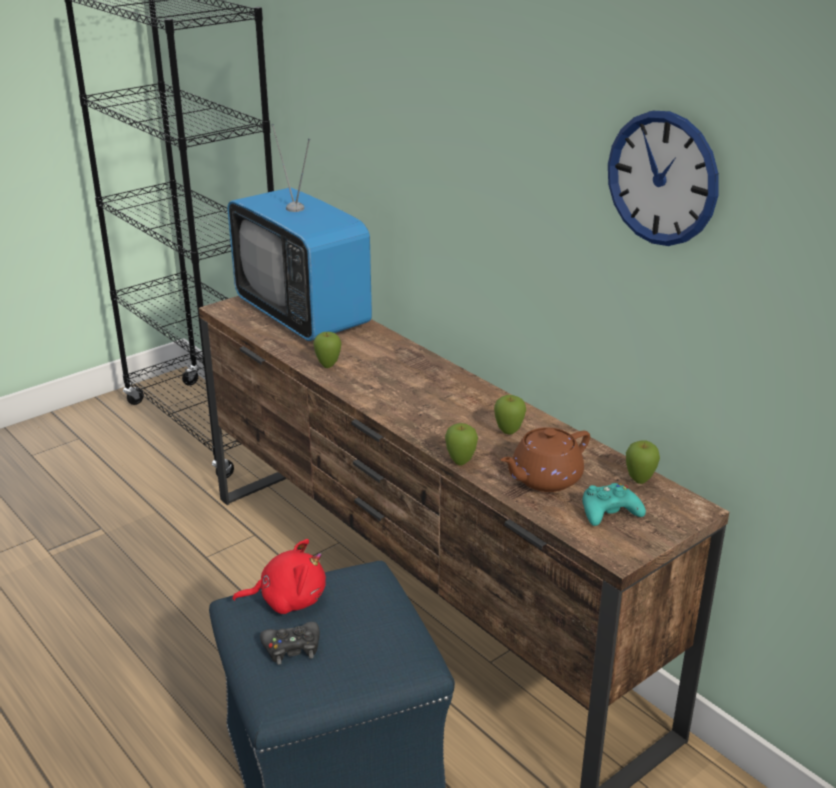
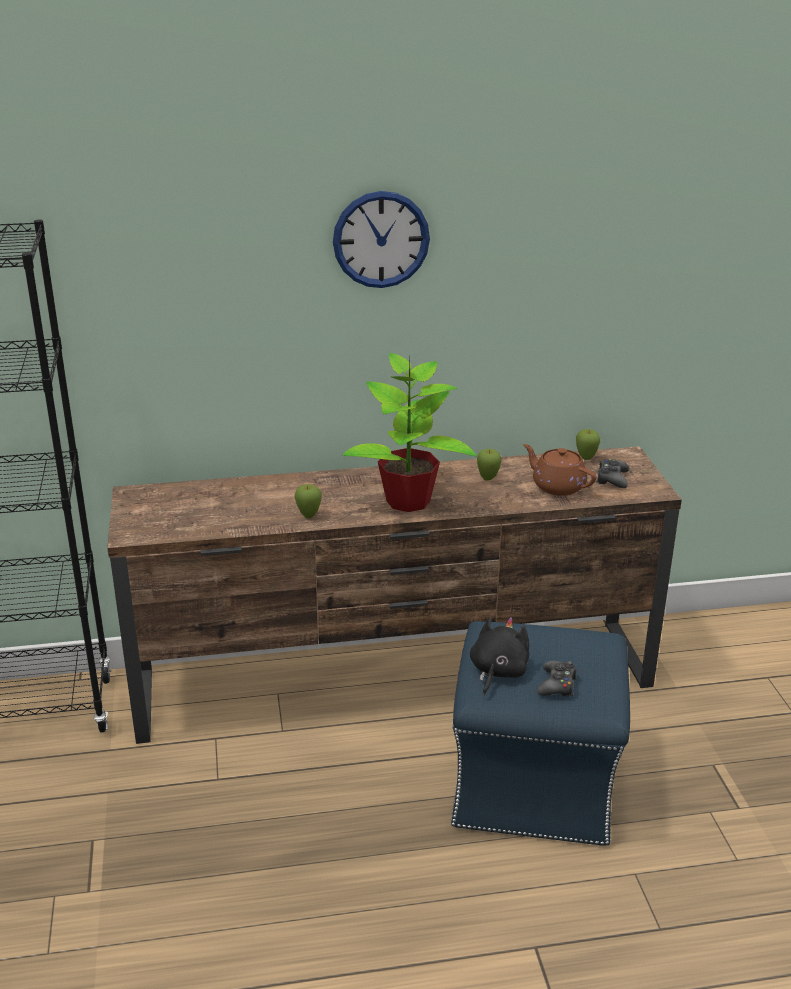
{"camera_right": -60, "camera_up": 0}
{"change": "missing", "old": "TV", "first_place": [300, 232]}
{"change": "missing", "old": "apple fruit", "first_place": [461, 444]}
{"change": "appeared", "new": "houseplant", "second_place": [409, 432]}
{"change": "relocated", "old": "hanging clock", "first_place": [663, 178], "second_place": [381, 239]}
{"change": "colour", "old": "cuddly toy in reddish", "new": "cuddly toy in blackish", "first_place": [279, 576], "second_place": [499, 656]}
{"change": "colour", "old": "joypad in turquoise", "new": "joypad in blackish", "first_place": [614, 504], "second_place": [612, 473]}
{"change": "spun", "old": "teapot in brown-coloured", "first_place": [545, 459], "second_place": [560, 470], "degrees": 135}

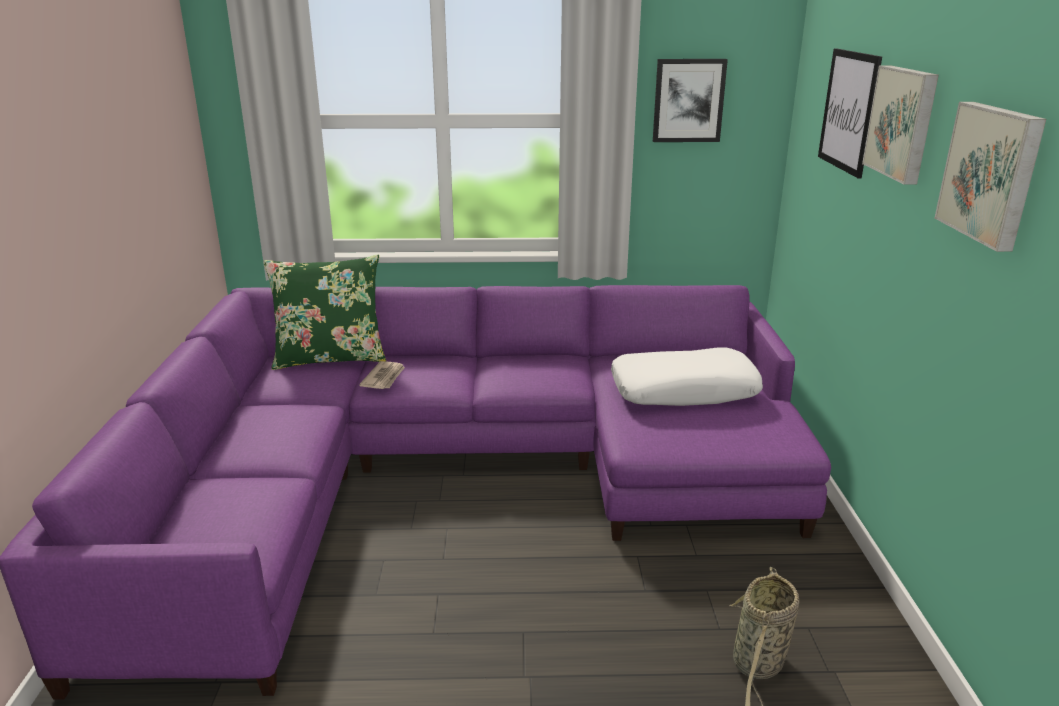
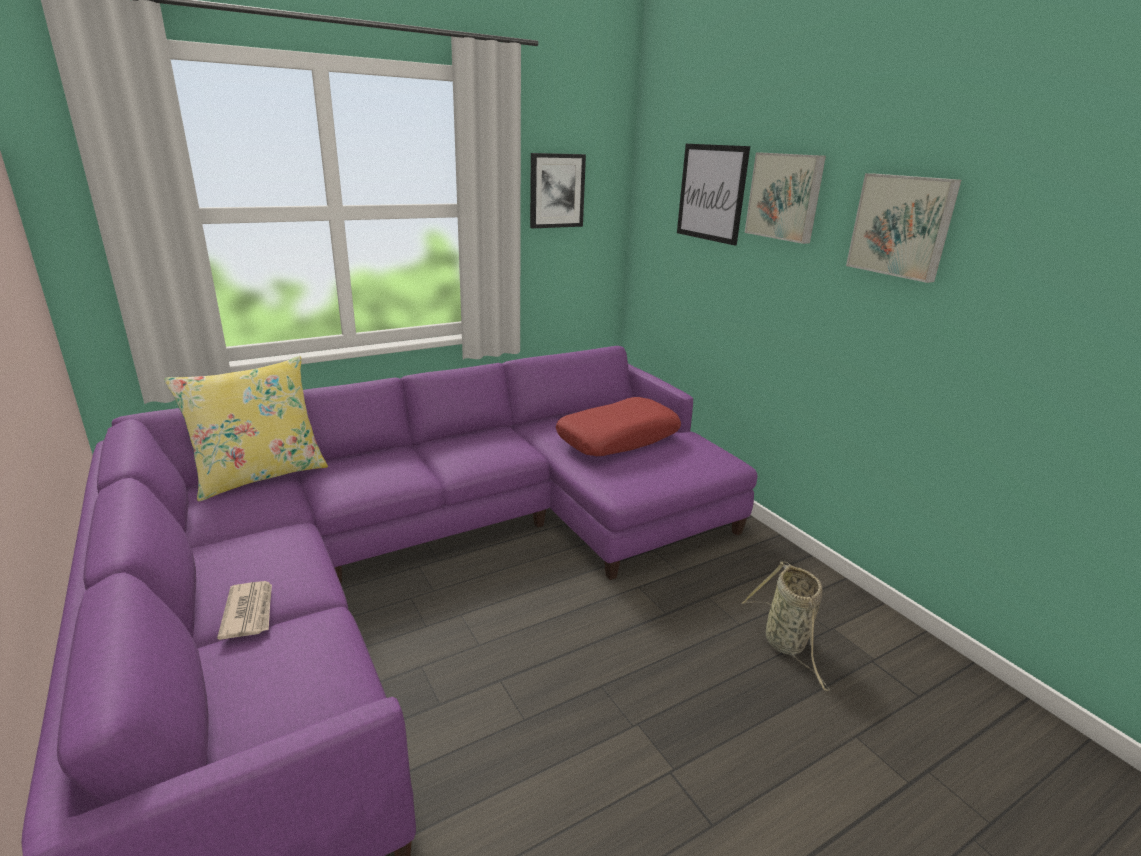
{"camera_right": -30, "camera_up": 0}
{"change": "relocated", "old": "printed paper", "first_place": [382, 375], "second_place": [244, 610]}
{"change": "colour", "old": "throw pillow in green-coloured", "new": "throw pillow in yellow-coloured", "first_place": [324, 312], "second_place": [246, 429]}
{"change": "colour", "old": "throw pillow in white", "new": "throw pillow in reddish", "first_place": [687, 376], "second_place": [618, 426]}

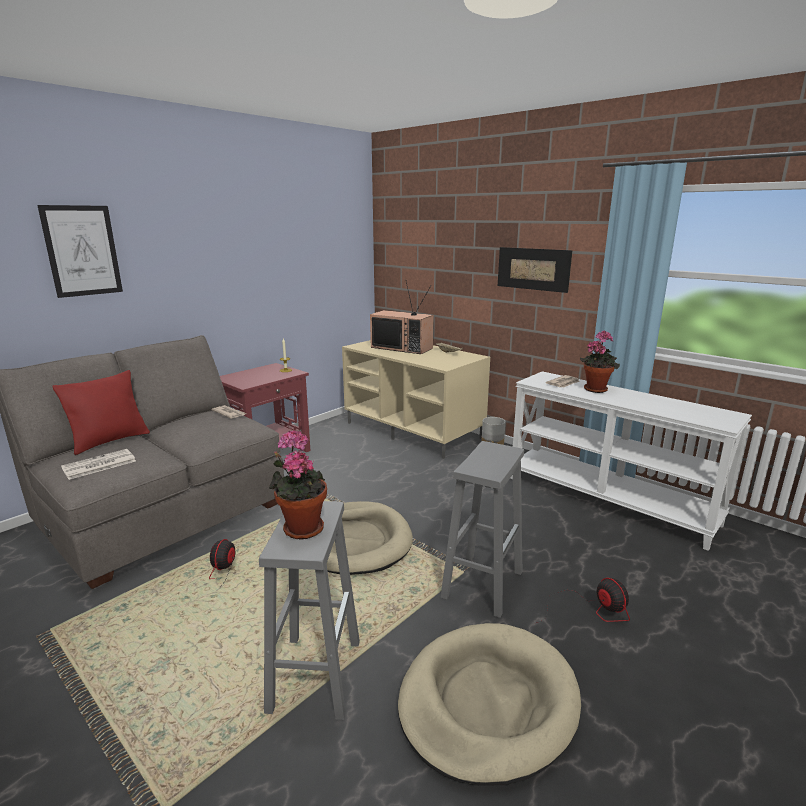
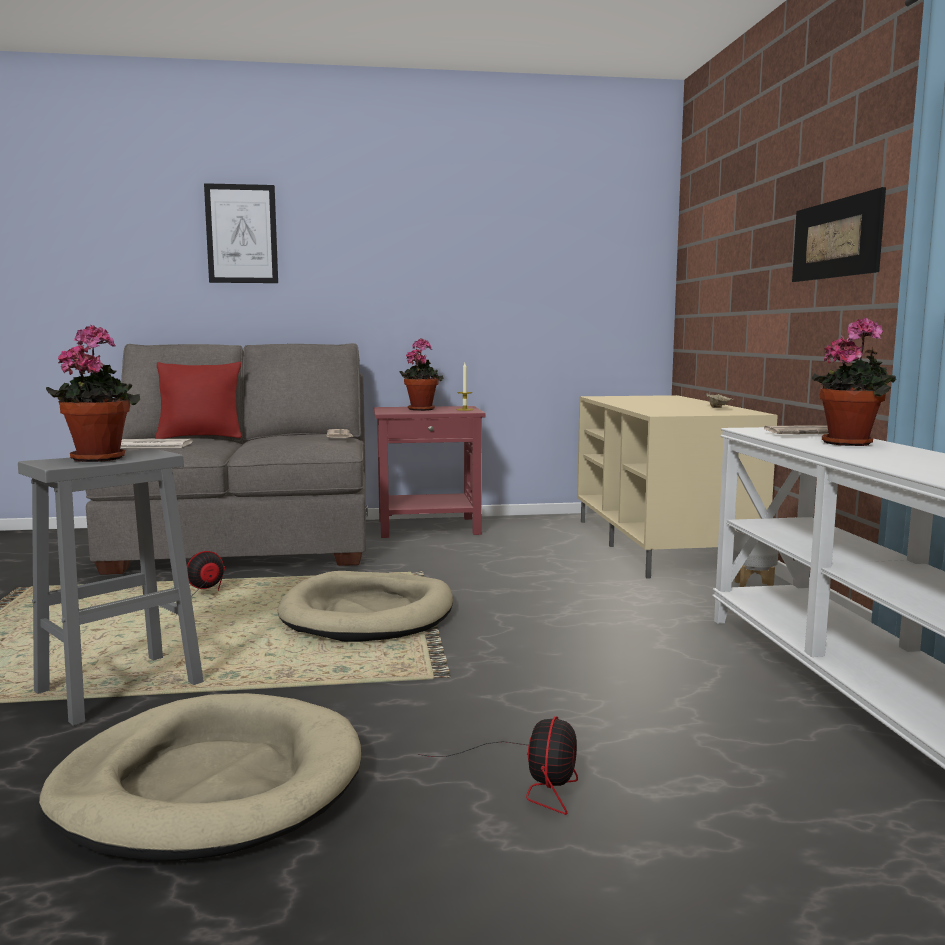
{"camera_right": 40, "camera_up": -10}
{"change": "missing", "old": "TV", "first_place": [402, 318]}
{"change": "missing", "old": "sitting stool in greyish", "first_place": [482, 529]}
{"change": "appeared", "new": "houseplant", "second_place": [421, 374]}

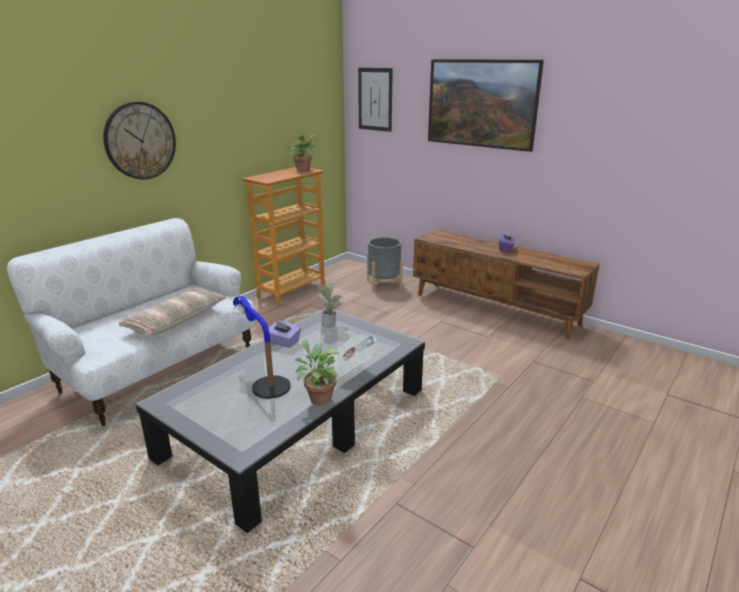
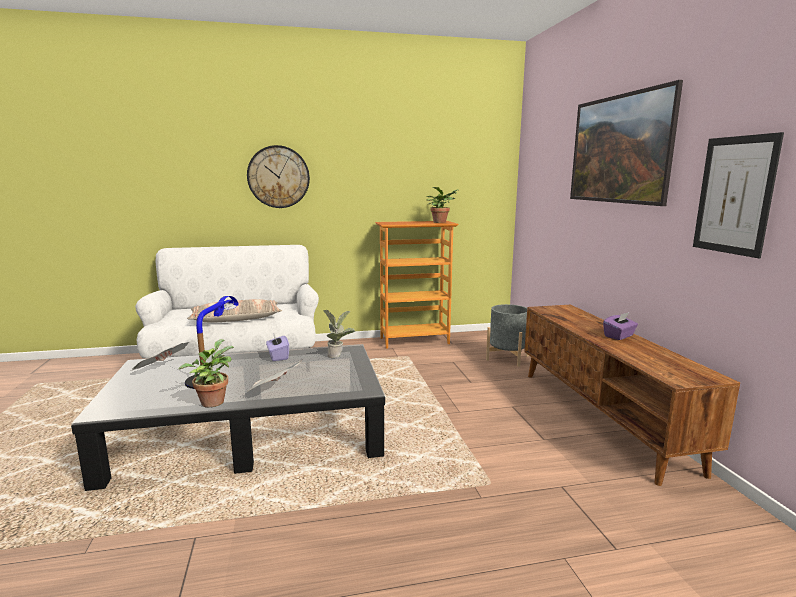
{"camera_right": 40, "camera_up": -10}
{"change": "appeared", "new": "printed paper", "second_place": [161, 356]}
{"change": "relocated", "old": "wall art", "first_place": [375, 100], "second_place": [738, 195]}

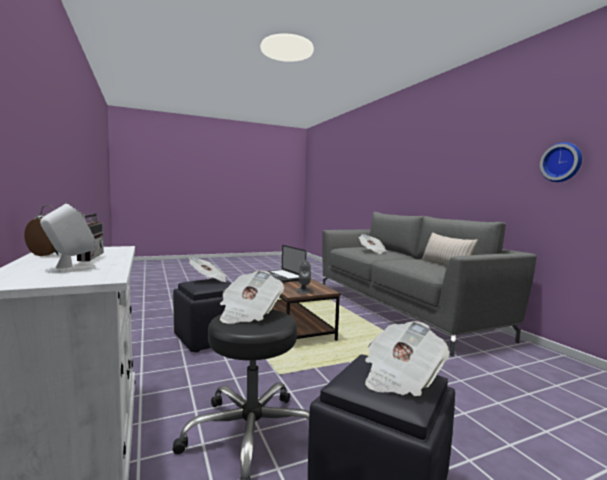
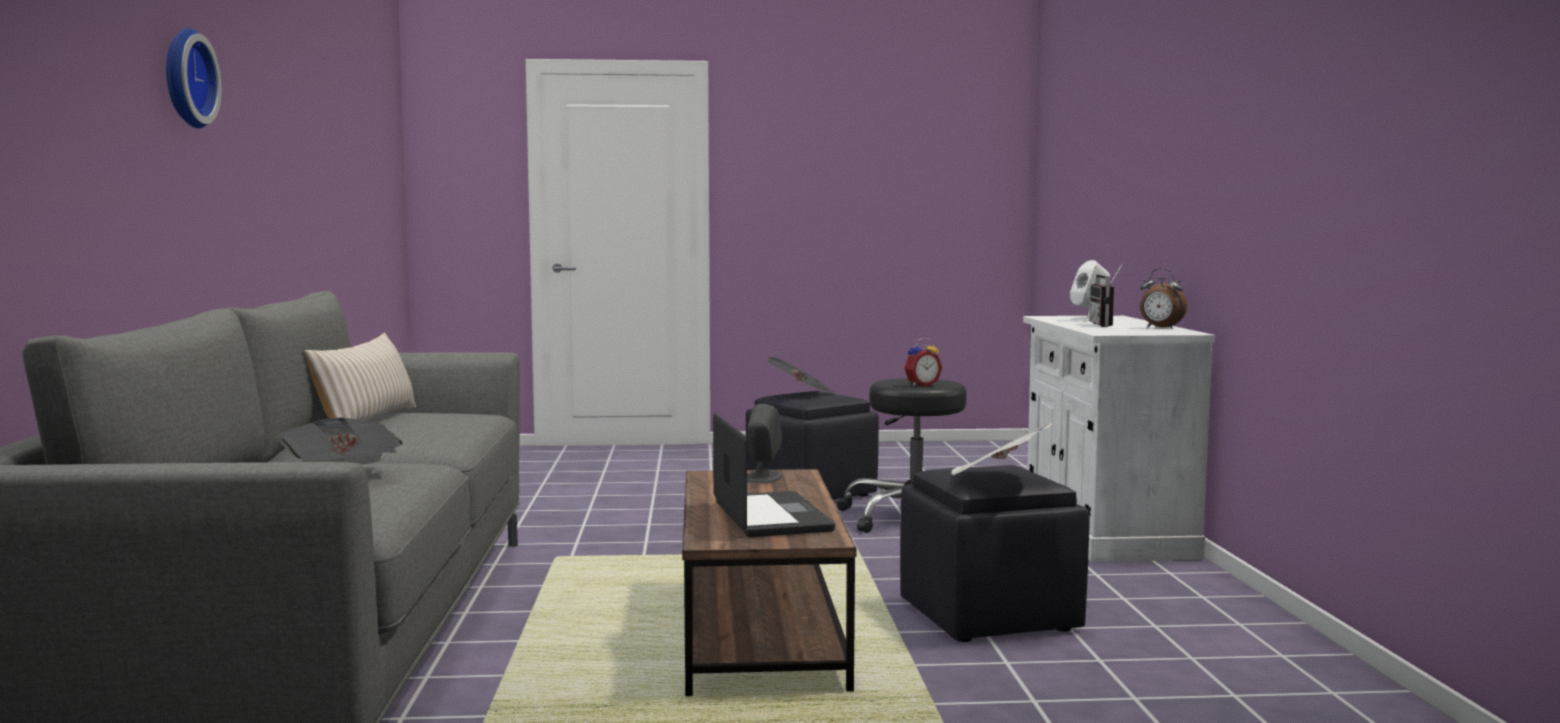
{"camera_right": -160, "camera_up": 0}
{"change": "relocated", "old": "hanging clock", "first_place": [561, 162], "second_place": [193, 79]}
{"change": "exchanged", "old": "printed paper", "new": "table clock", "first_place": [252, 297], "second_place": [923, 362]}

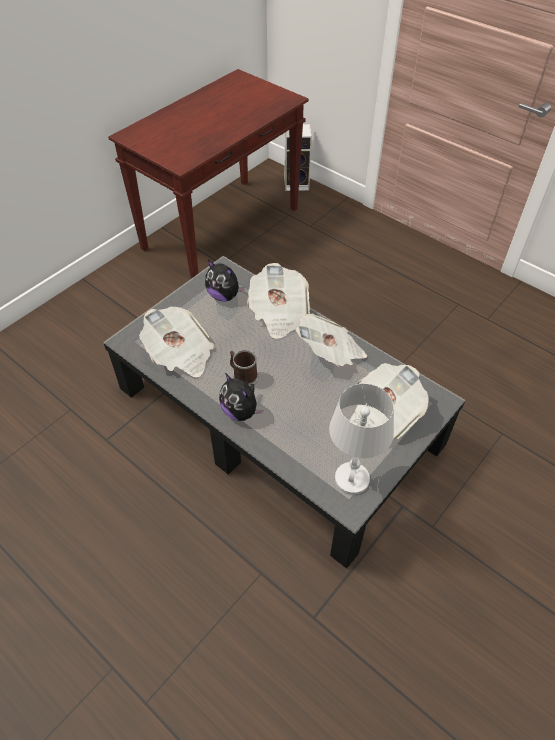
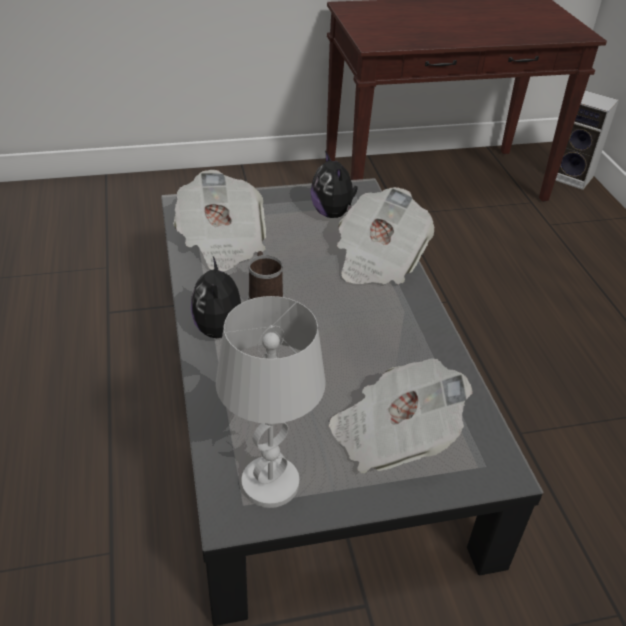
{"camera_right": 35, "camera_up": -10}
{"change": "missing", "old": "printed paper", "first_place": [331, 340]}

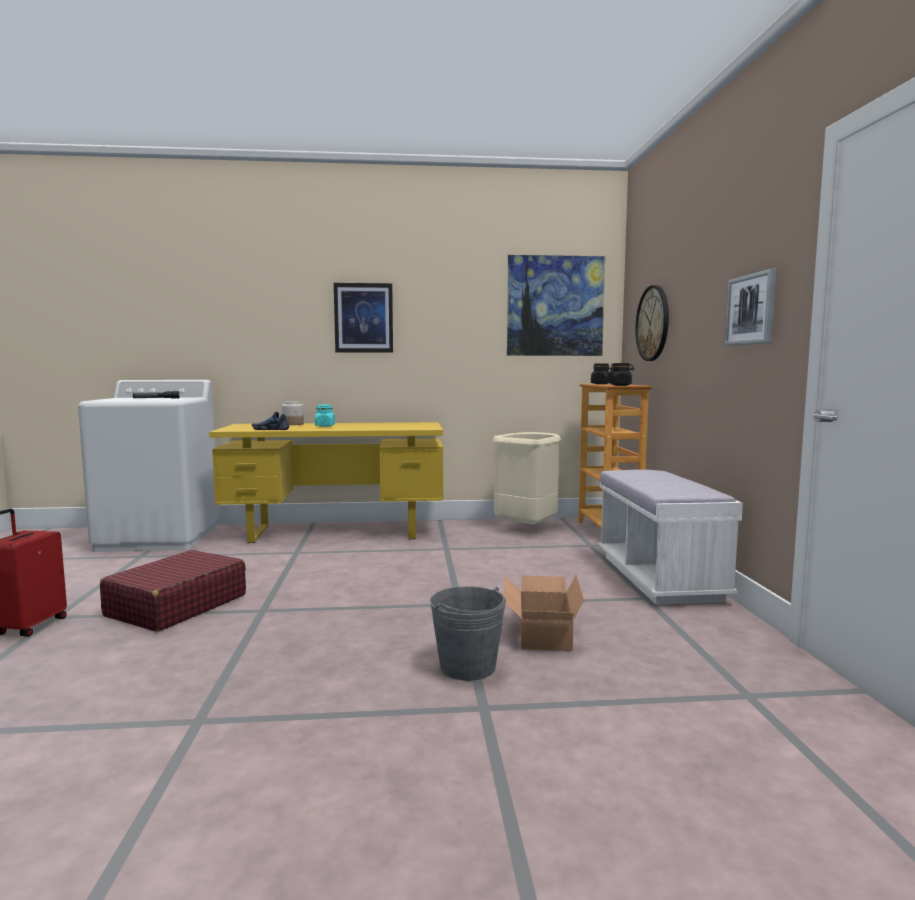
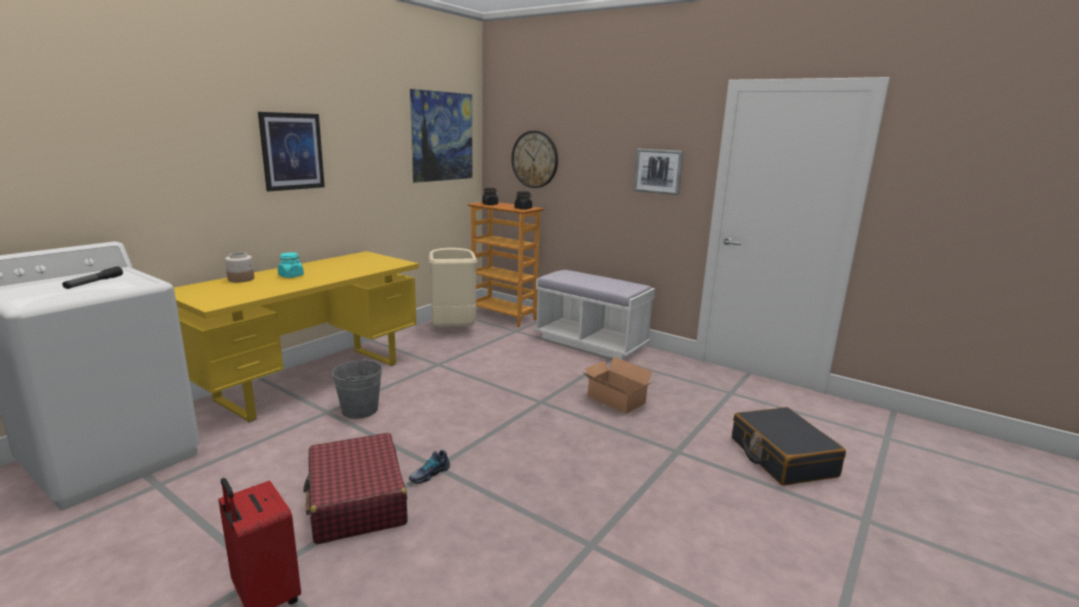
{"camera_right": -50, "camera_up": 10}
{"change": "appeared", "new": "suitcase in blackish", "second_place": [789, 446]}
{"change": "relocated", "old": "shoe", "first_place": [270, 421], "second_place": [429, 467]}
{"change": "relocated", "old": "bucket in greyish", "first_place": [468, 633], "second_place": [357, 388]}

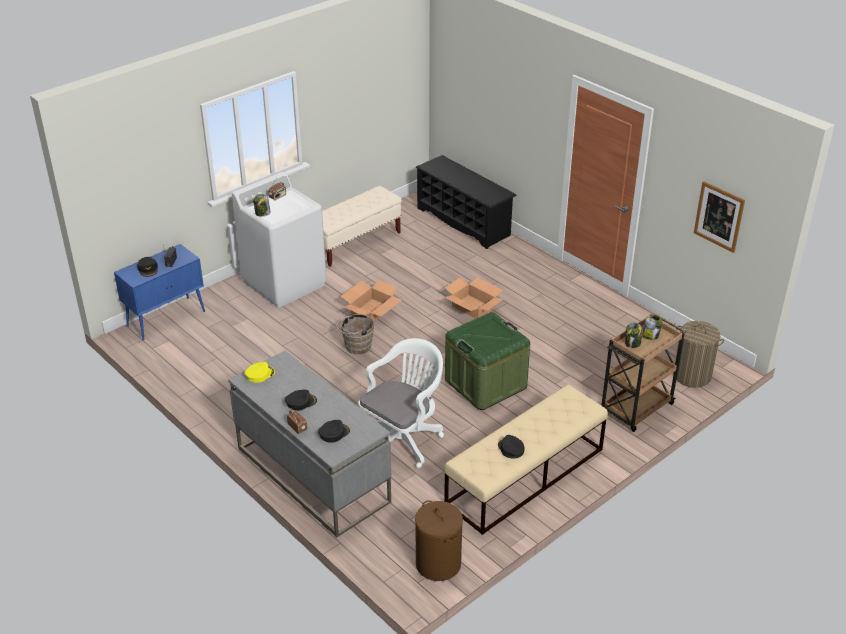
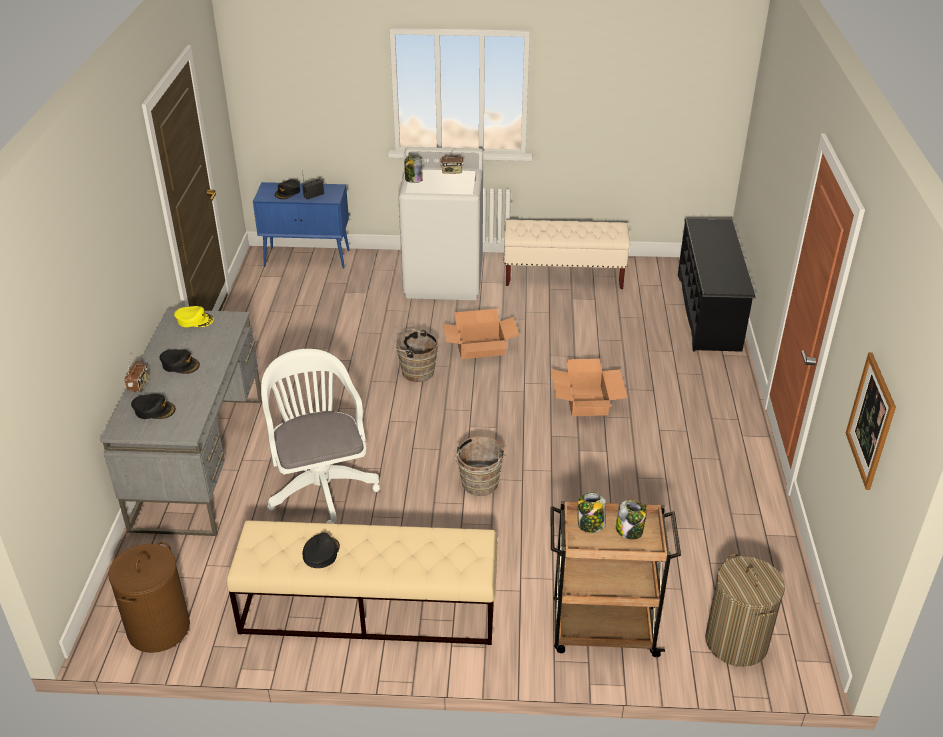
{"camera_right": 45, "camera_up": 0}
{"change": "exchanged", "old": "storage bin in green-coloured", "new": "bucket in brown-coloured", "first_place": [487, 361], "second_place": [479, 466]}
{"change": "spun", "old": "office chair in white", "first_place": [401, 403], "second_place": [320, 436], "degrees": -105}

